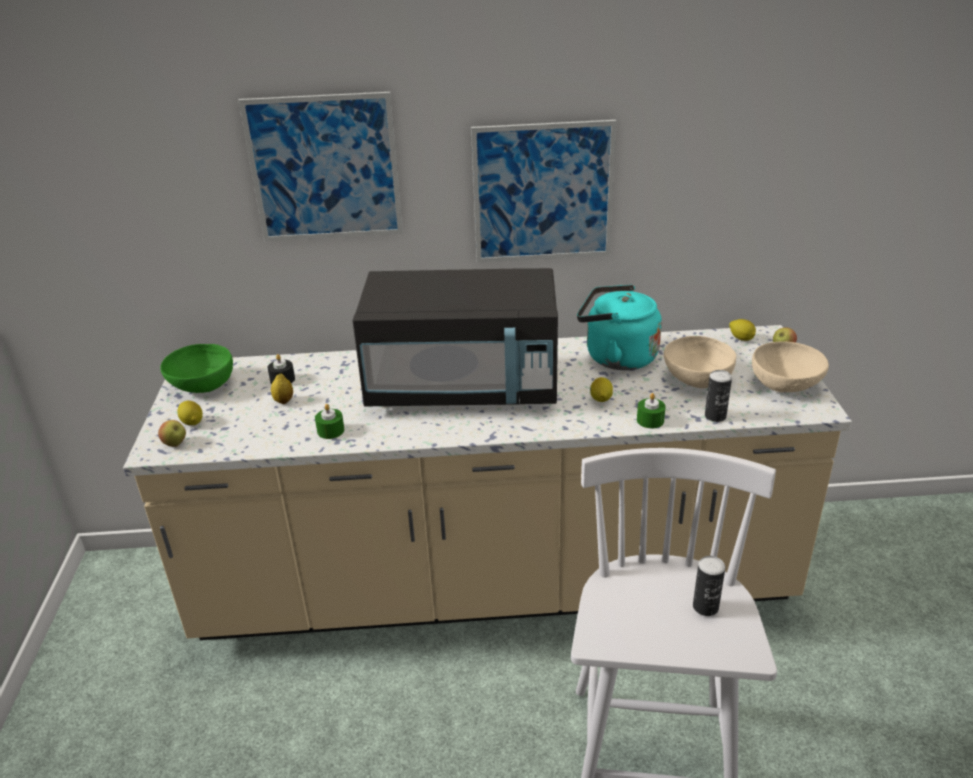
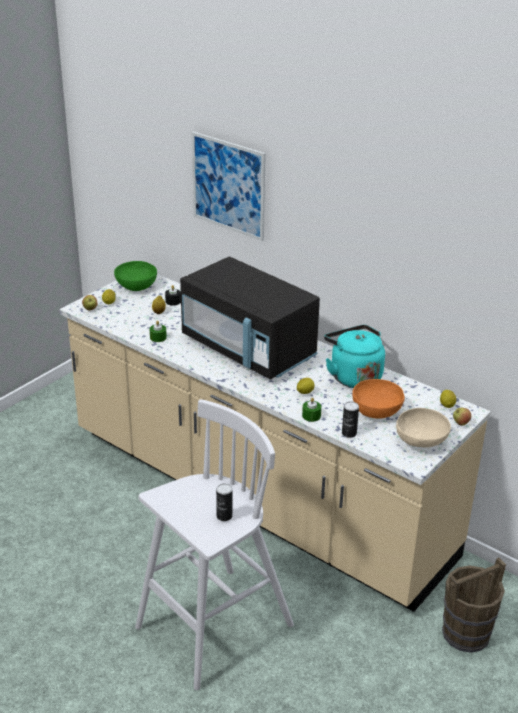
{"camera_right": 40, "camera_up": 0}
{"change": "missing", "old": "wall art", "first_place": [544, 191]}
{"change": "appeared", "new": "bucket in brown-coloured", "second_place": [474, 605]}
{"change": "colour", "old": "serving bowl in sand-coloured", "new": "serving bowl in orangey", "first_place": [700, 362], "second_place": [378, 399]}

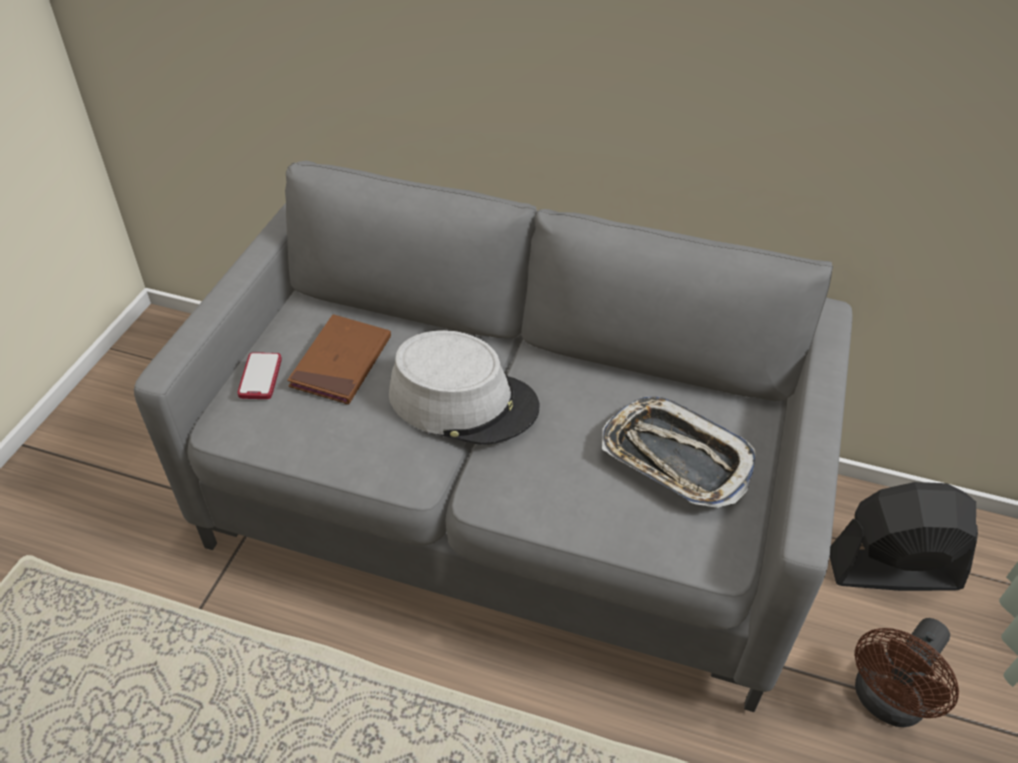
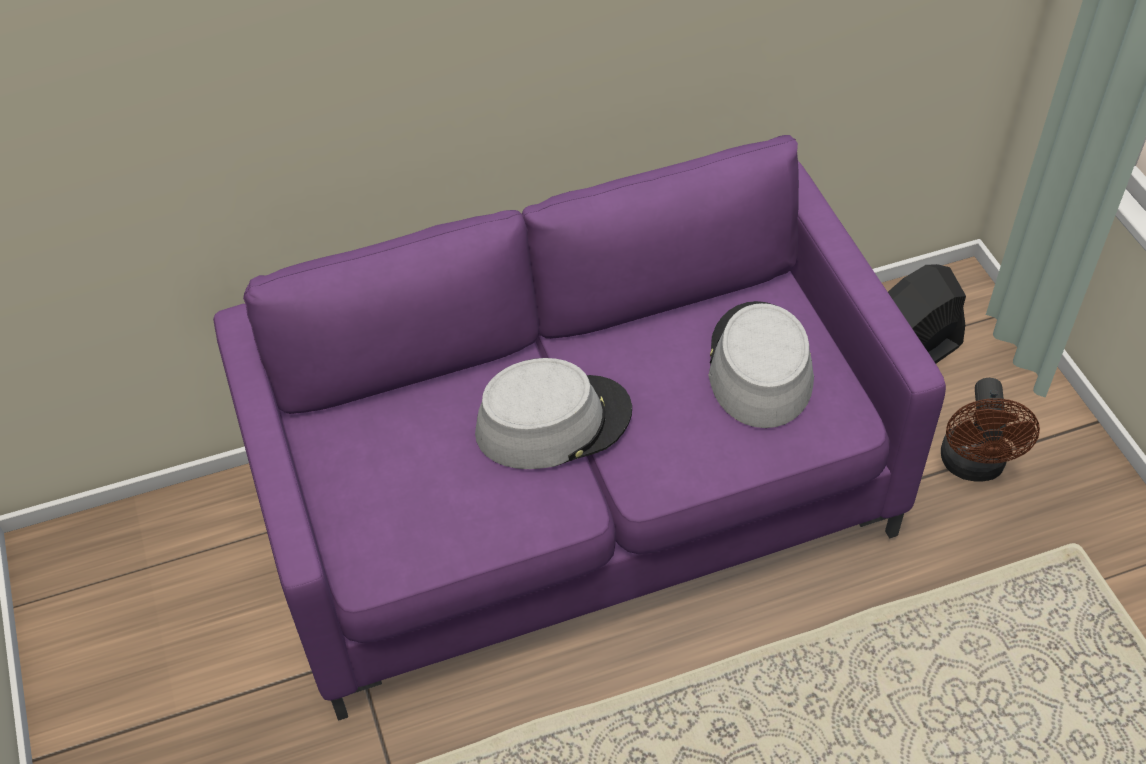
{"camera_right": -35, "camera_up": 5}
{"change": "missing", "old": "handset", "first_place": [259, 375]}
{"change": "missing", "old": "book in brown-coloured", "first_place": [339, 359]}
{"change": "exchanged", "old": "serving tray", "new": "clothing hat in greyish", "first_place": [678, 452], "second_place": [761, 364]}
{"change": "colour", "old": "sofa in greyish", "new": "sofa in purple", "first_place": [493, 436], "second_place": [579, 428]}

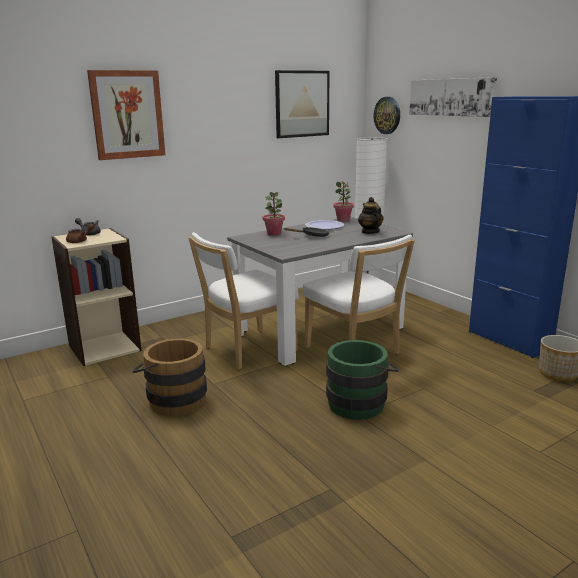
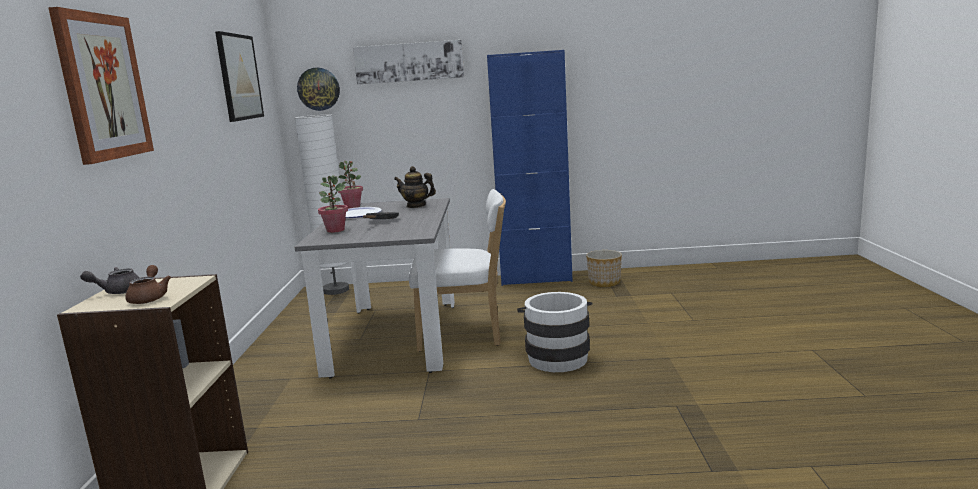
{"camera_right": -55, "camera_up": -5}
{"change": "missing", "old": "bucket in brown-coloured", "first_place": [169, 377]}
{"change": "missing", "old": "plain chair in white", "first_place": [243, 301]}
{"change": "colour", "old": "bucket in green-coloured", "new": "bucket in white", "first_place": [362, 380], "second_place": [554, 332]}

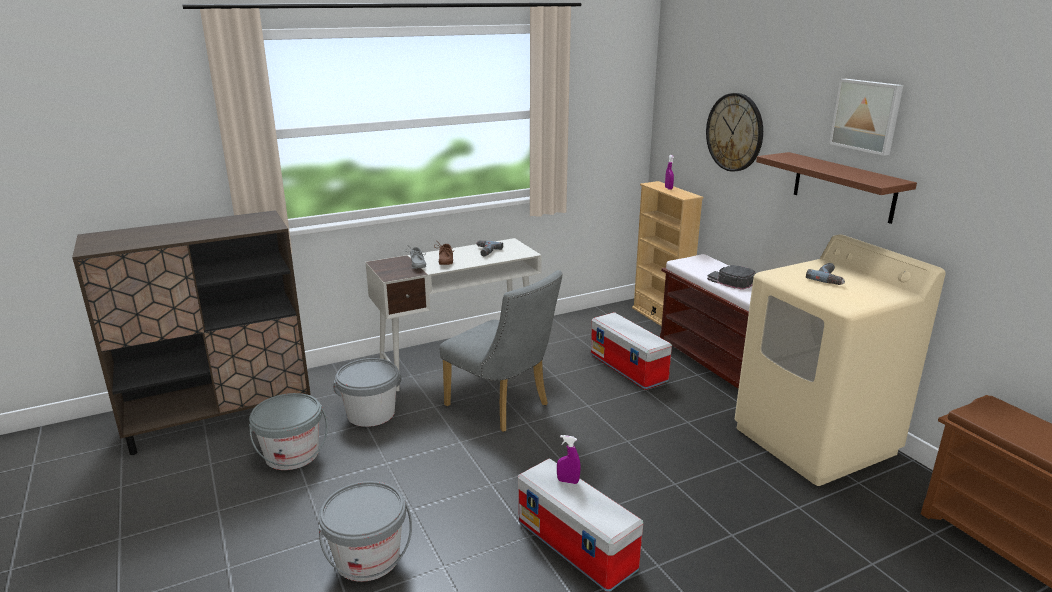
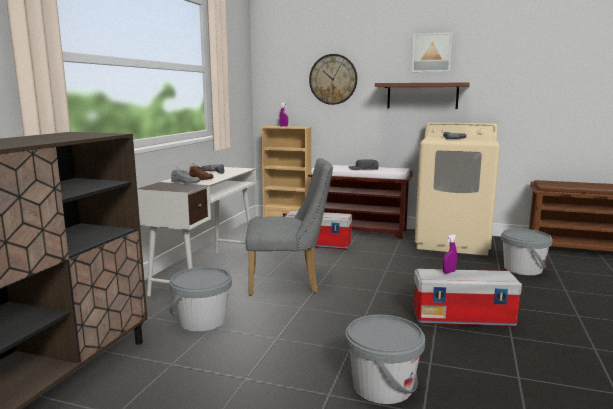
{"camera_right": -45, "camera_up": -10}
{"change": "relocated", "old": "bucket in greyish", "first_place": [288, 431], "second_place": [527, 252]}

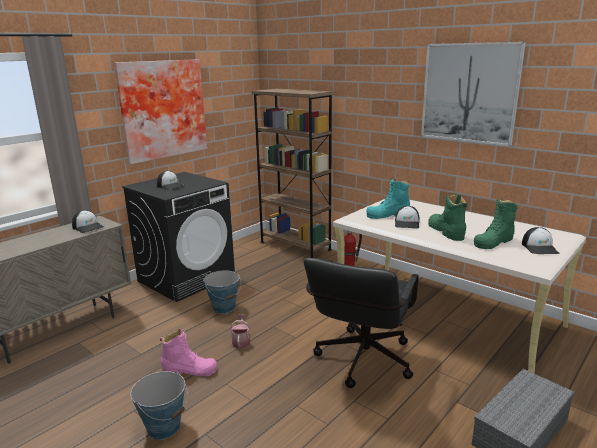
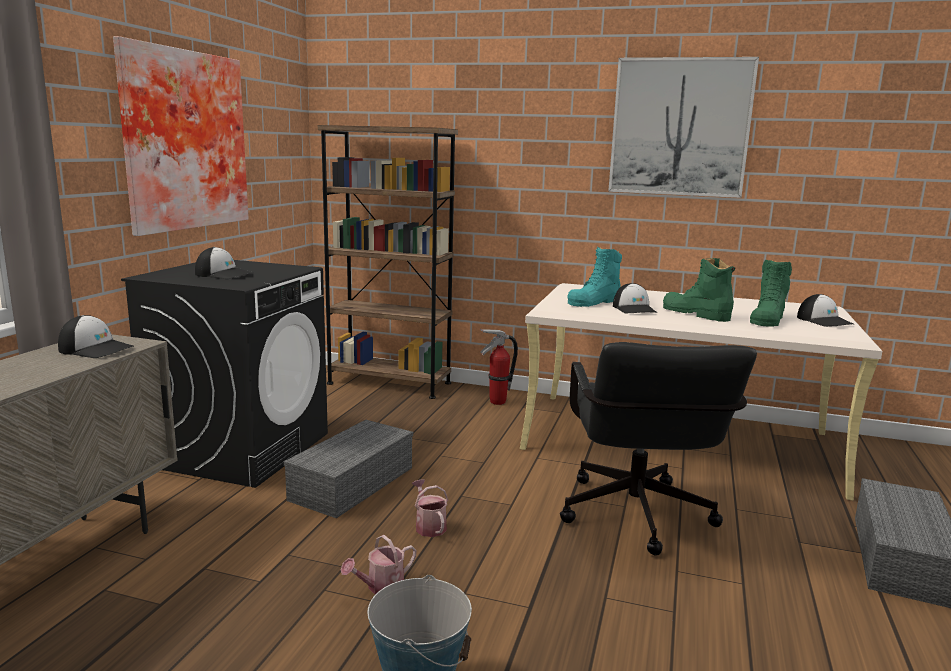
{"camera_right": -25, "camera_up": -5}
{"change": "exchanged", "old": "tall boot in pinkish", "new": "watering can", "first_place": [188, 352], "second_place": [379, 564]}
{"change": "exchanged", "old": "bucket", "new": "storage bin in greyish", "first_place": [222, 292], "second_place": [348, 469]}

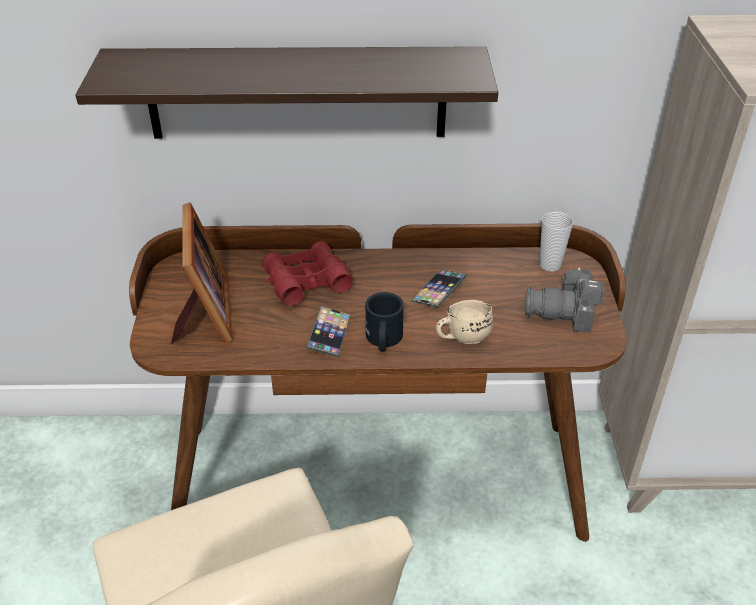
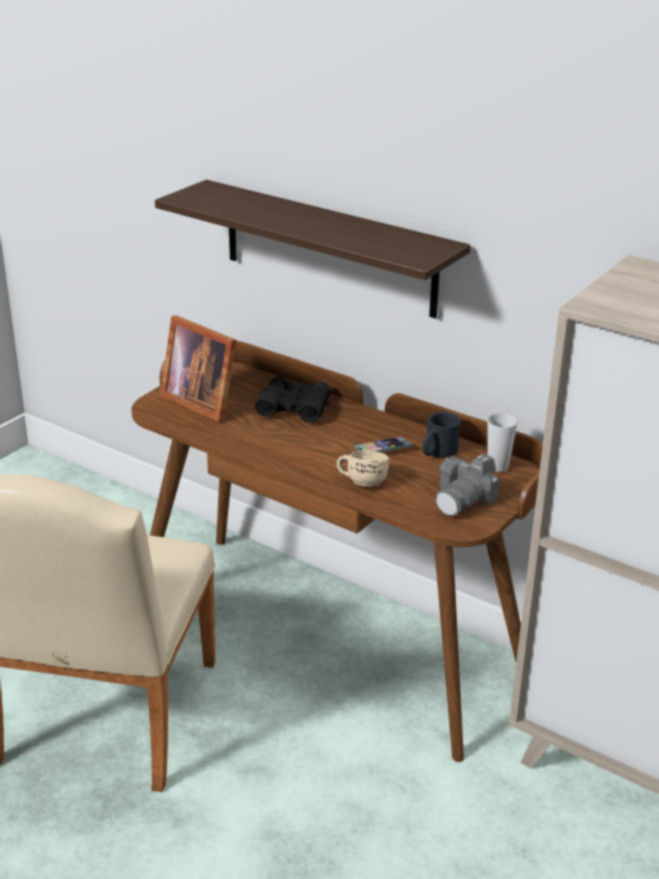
{"camera_right": 35, "camera_up": -10}
{"change": "missing", "old": "handset", "first_place": [328, 332]}
{"change": "relocated", "old": "coffee mug in blackish", "first_place": [384, 322], "second_place": [442, 435]}
{"change": "colour", "old": "field glasses in reddish", "new": "field glasses in blackish", "first_place": [307, 273], "second_place": [293, 399]}
{"change": "spun", "old": "standing frame", "first_place": [202, 273], "second_place": [198, 369], "degrees": 105}
{"change": "spun", "old": "photo camera", "first_place": [565, 300], "second_place": [467, 485], "degrees": -90}

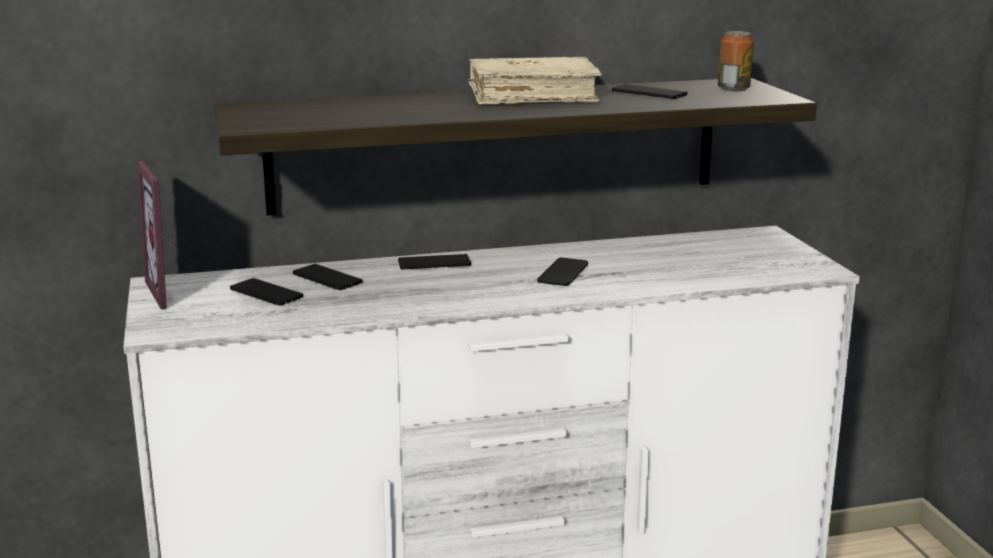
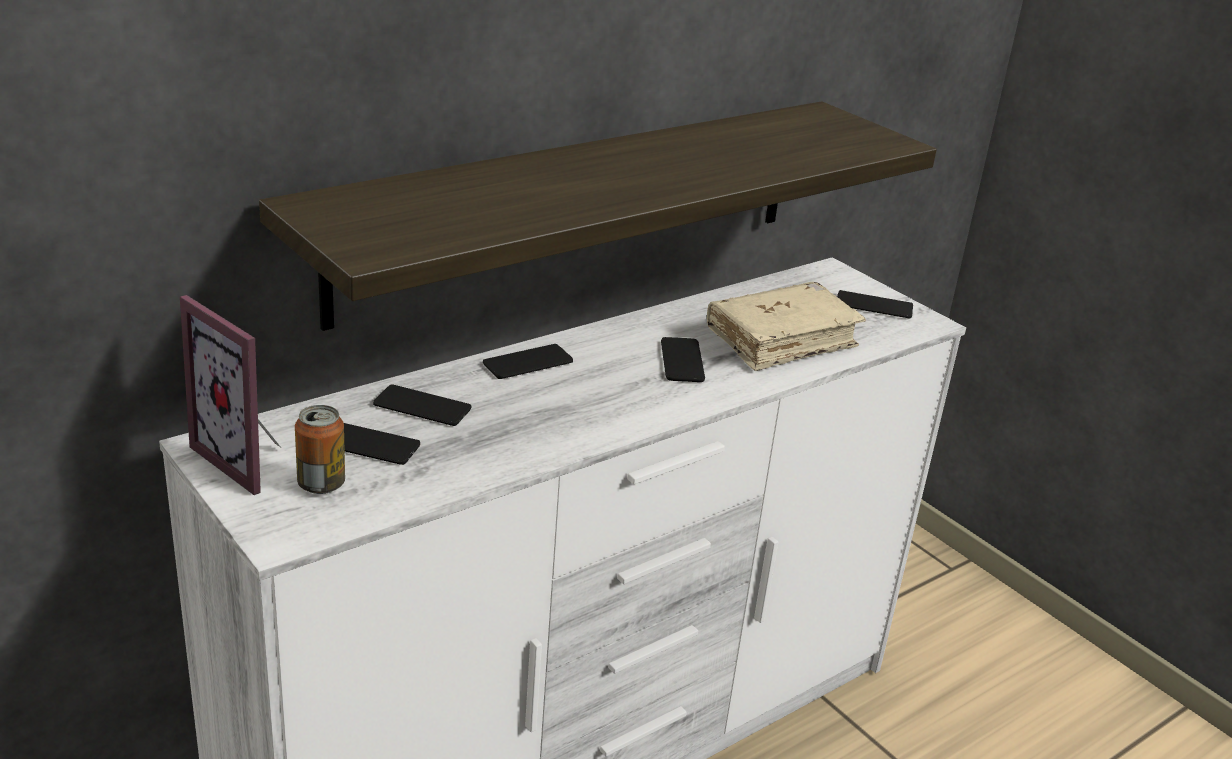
{"camera_right": -25, "camera_up": 10}
{"change": "relocated", "old": "book in sand-coloured", "first_place": [535, 81], "second_place": [786, 326]}
{"change": "relocated", "old": "handset", "first_place": [649, 91], "second_place": [875, 304]}
{"change": "relocated", "old": "metal can", "first_place": [736, 61], "second_place": [320, 449]}

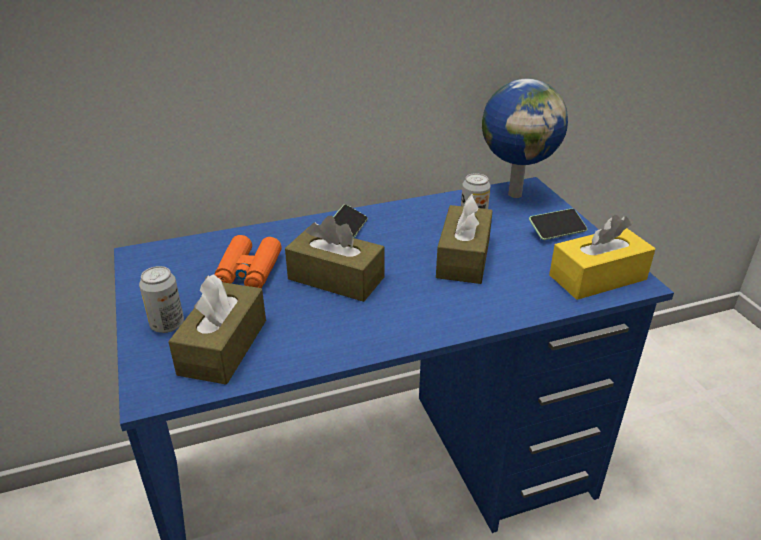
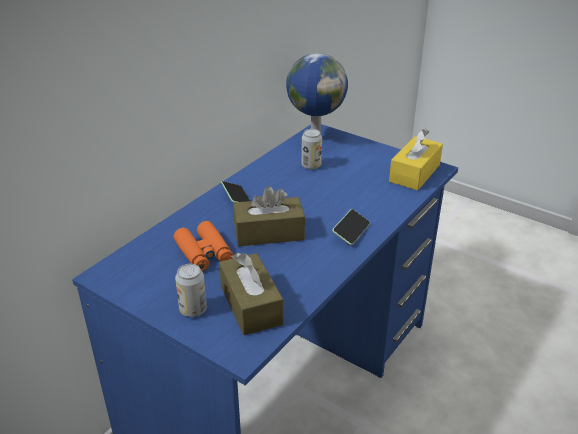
{"camera_right": -35, "camera_up": 0}
{"change": "missing", "old": "tissue box in brown-coloured", "first_place": [464, 239]}
{"change": "relocated", "old": "handset", "first_place": [558, 224], "second_place": [351, 227]}

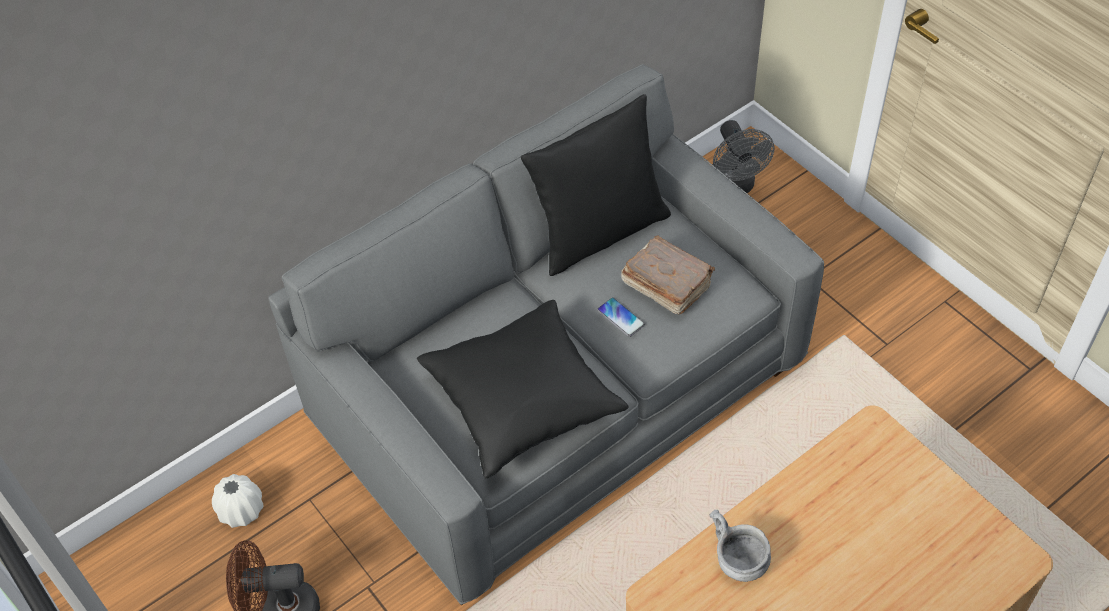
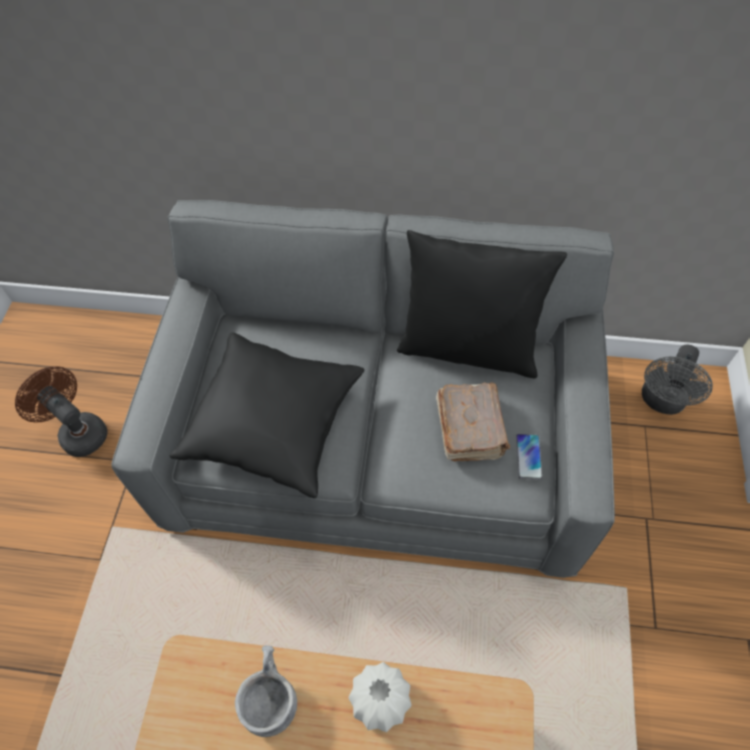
{"camera_right": 45, "camera_up": 5}
{"change": "relocated", "old": "vase in white", "first_place": [238, 501], "second_place": [380, 697]}
{"change": "relocated", "old": "handset", "first_place": [621, 317], "second_place": [529, 457]}

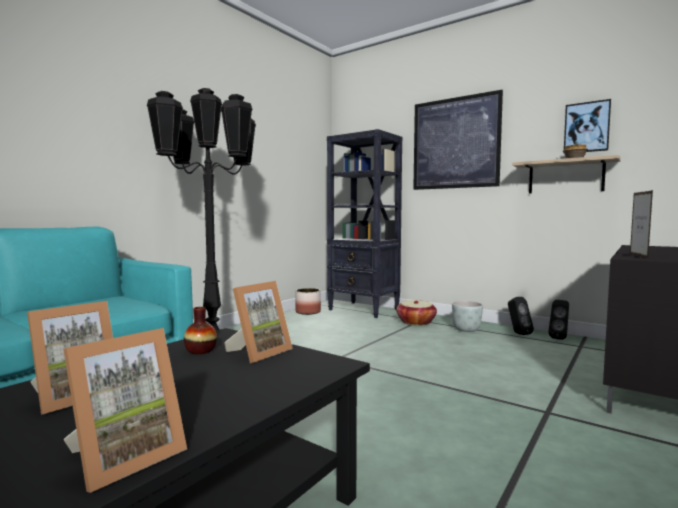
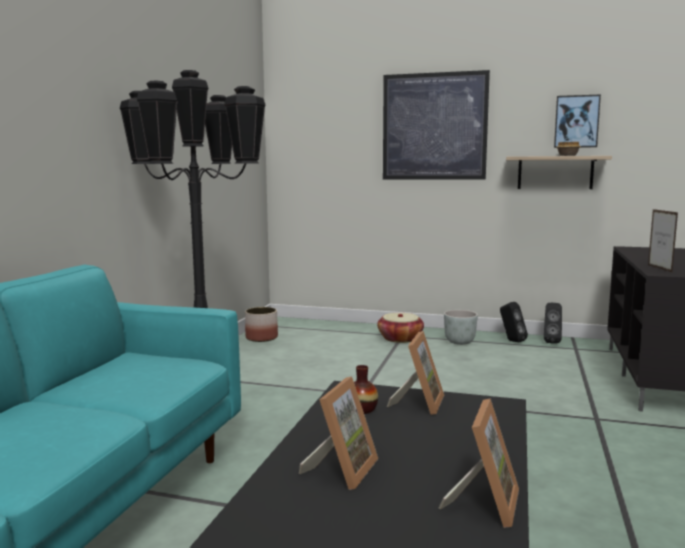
{"camera_right": -20, "camera_up": 5}
{"change": "missing", "old": "shelving unit in blackish", "first_place": [364, 223]}

